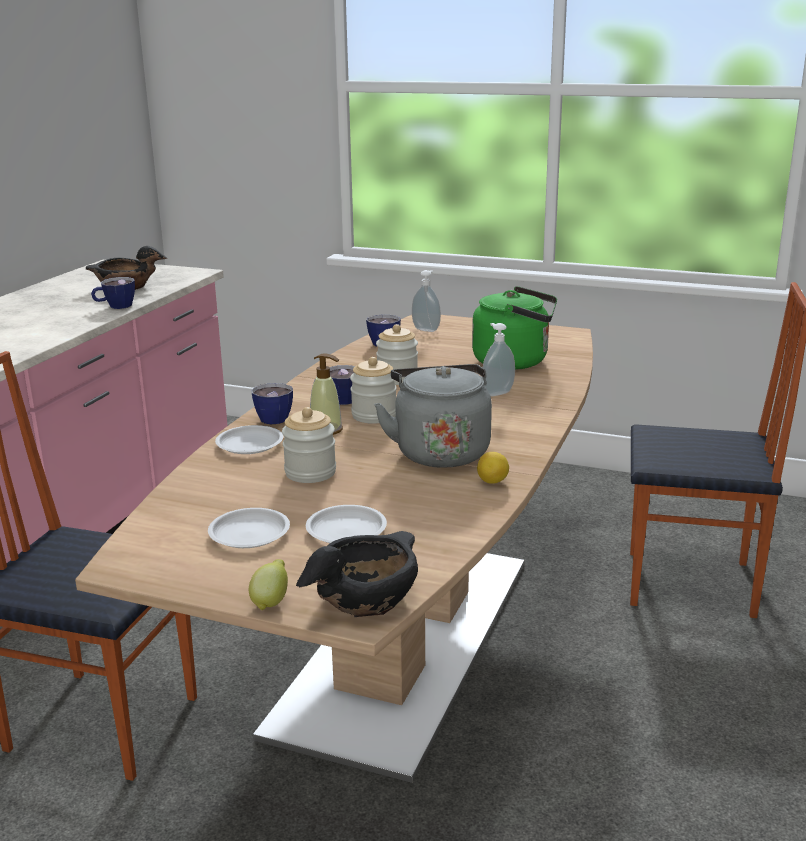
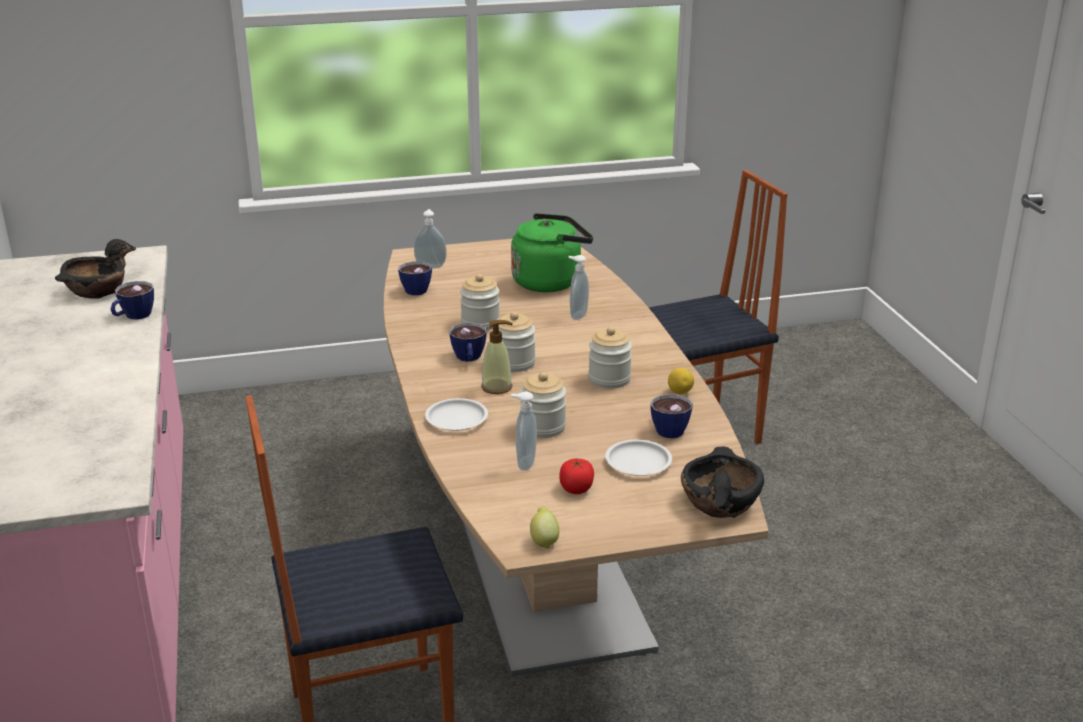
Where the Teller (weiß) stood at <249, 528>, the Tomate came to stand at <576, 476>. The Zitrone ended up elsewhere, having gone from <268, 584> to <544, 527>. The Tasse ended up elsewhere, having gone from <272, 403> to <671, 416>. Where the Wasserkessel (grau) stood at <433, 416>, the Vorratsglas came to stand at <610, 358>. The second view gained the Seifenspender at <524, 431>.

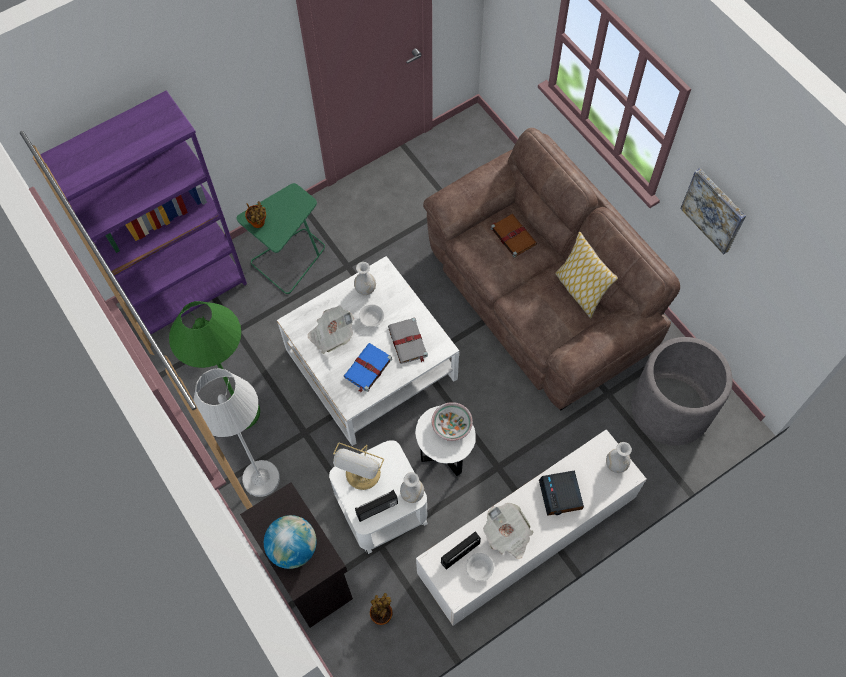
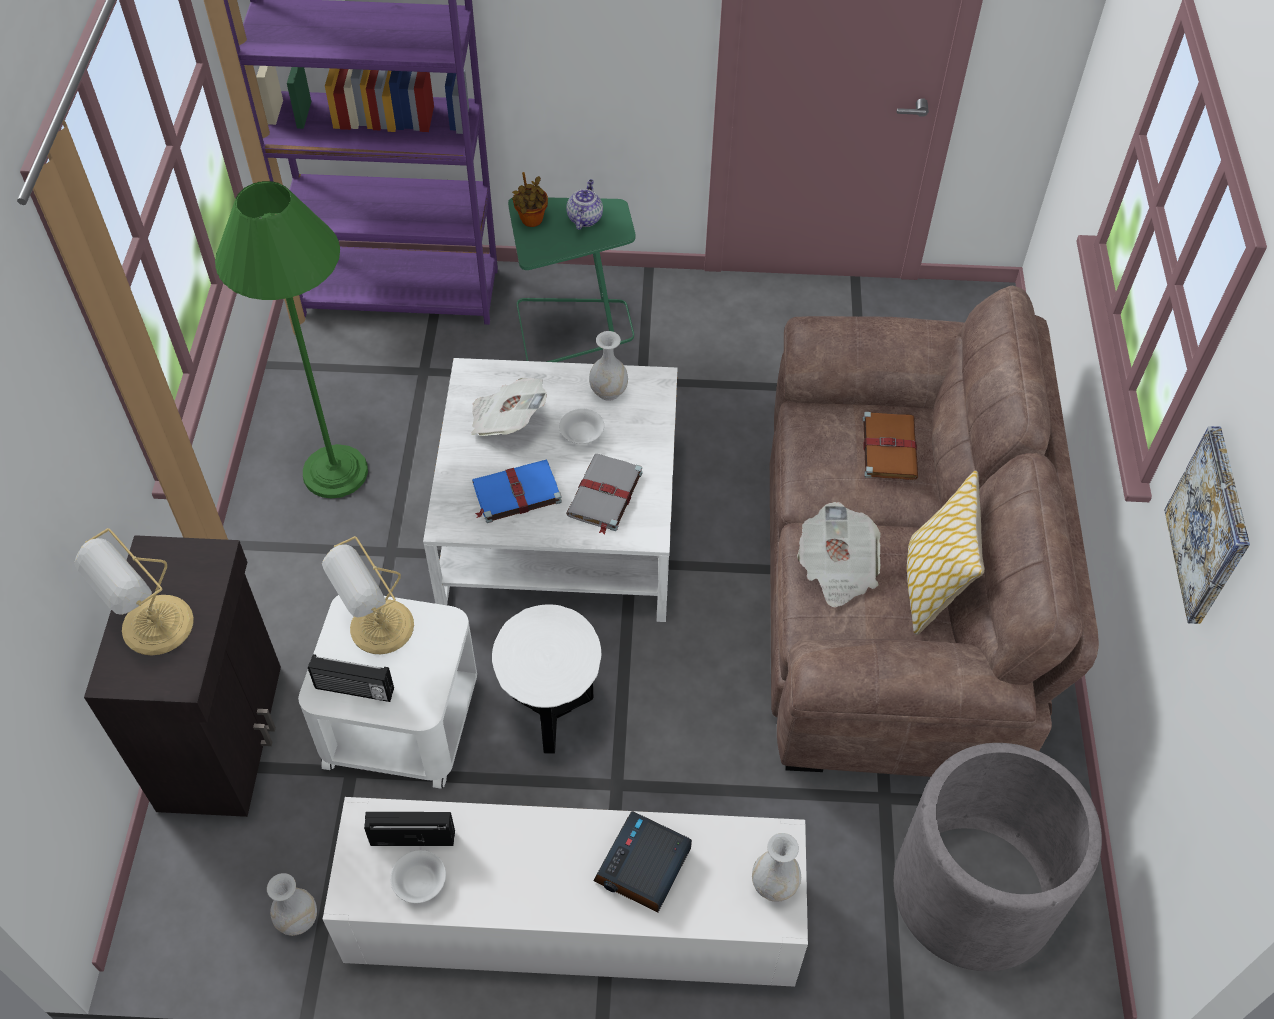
The second view lost the Stehlampe (weiß) at <236, 432>. Where the Globus stood at <290, 542>, the Tischlampe came to stand at <134, 591>. The second view lost the Topfpflanze at <381, 609>. The Vase (weiß) ended up elsewhere, having gone from <412, 487> to <292, 904>. The second view lost the Schüssel at <452, 421>. The Zeitung ended up elsewhere, having gone from <508, 531> to <839, 555>. The second view gained the Teekanne at <584, 204>.

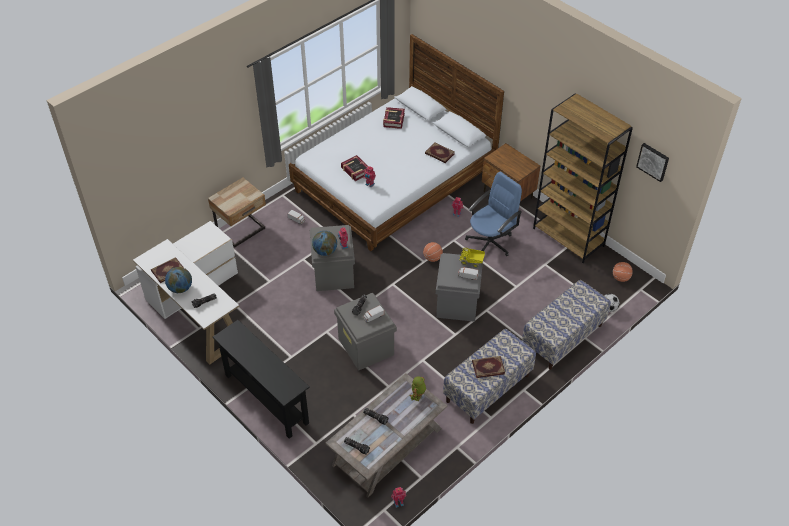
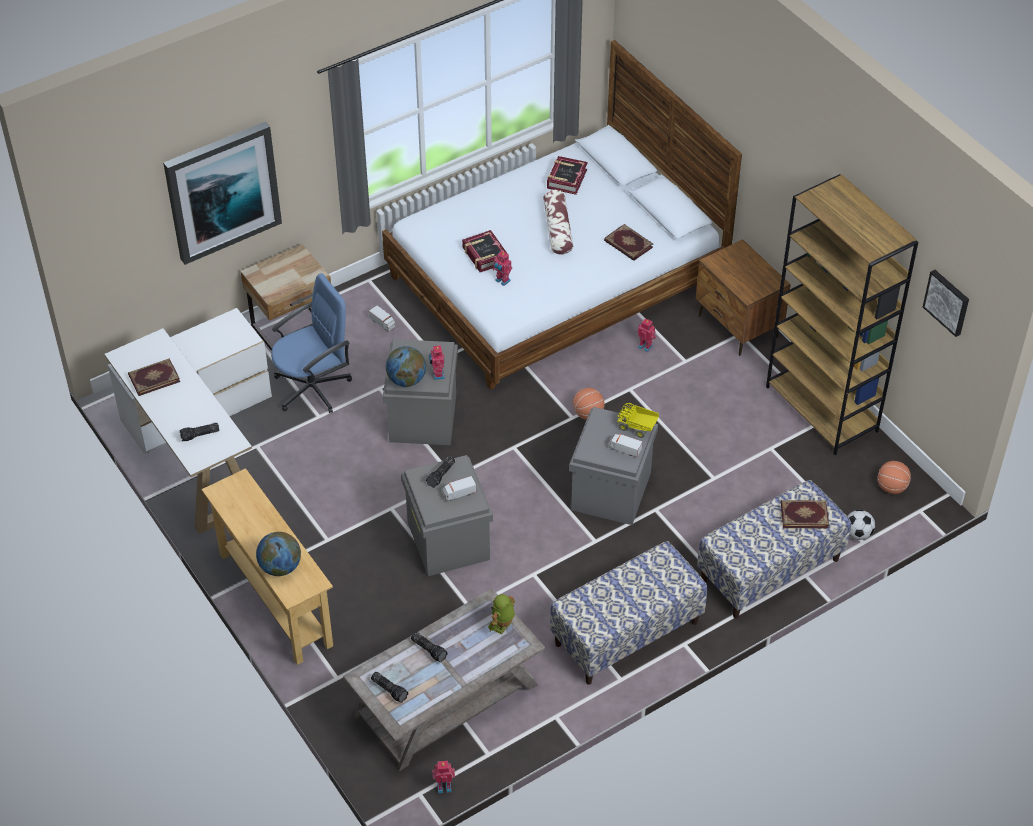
The Globus ended up elsewhere, having gone from <178, 280> to <278, 554>. What was the Konsolentisch (schwarz) at <261, 379> turned into the Konsolentisch (beige) at <267, 566>. The Bürostuhl (blau) ended up elsewhere, having gone from <493, 214> to <311, 343>. The Buch ended up elsewhere, having gone from <488, 367> to <805, 514>. The second view gained the Bild at <222, 193>. The second view gained the Kissen at <558, 222>.

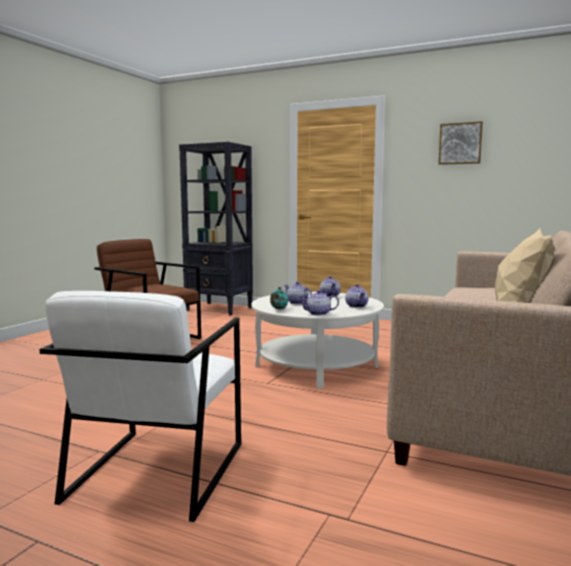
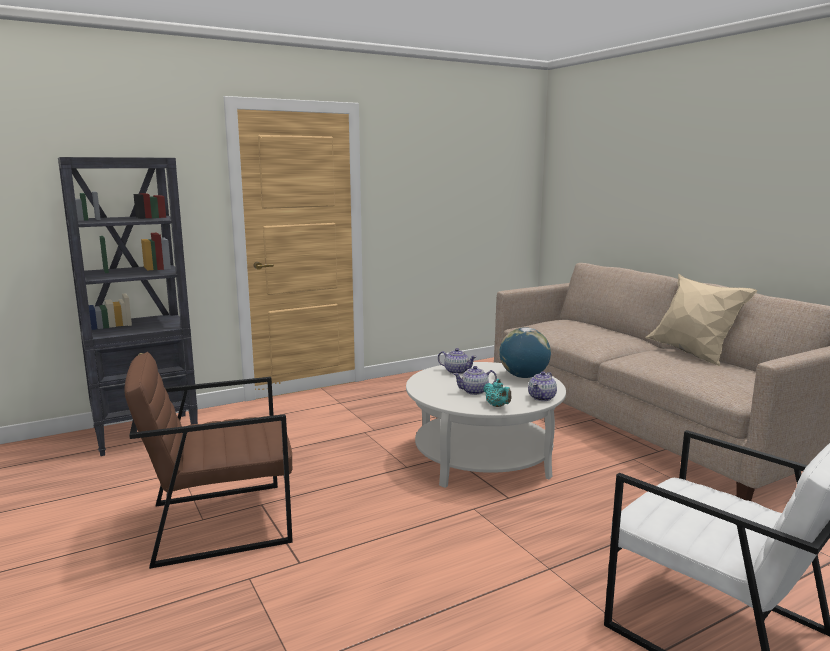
Where the Teekanne stood at <357, 296>, the Globus came to stand at <525, 352>. The second view lost the Bild at <461, 143>.

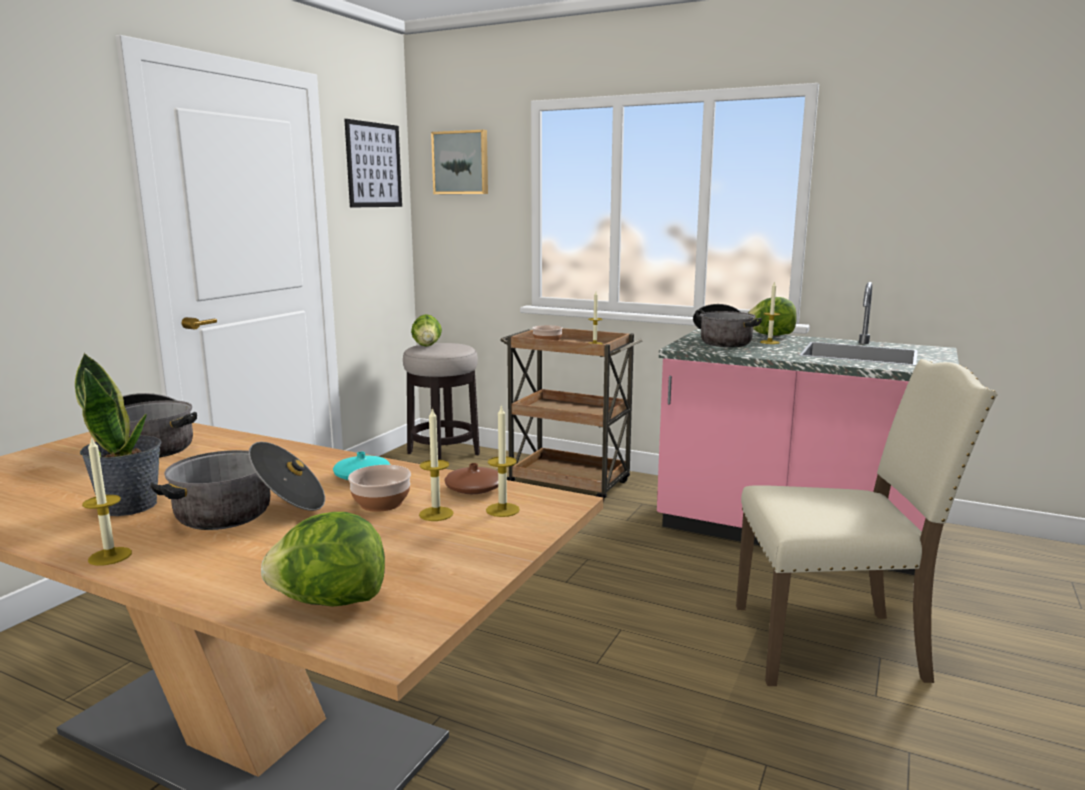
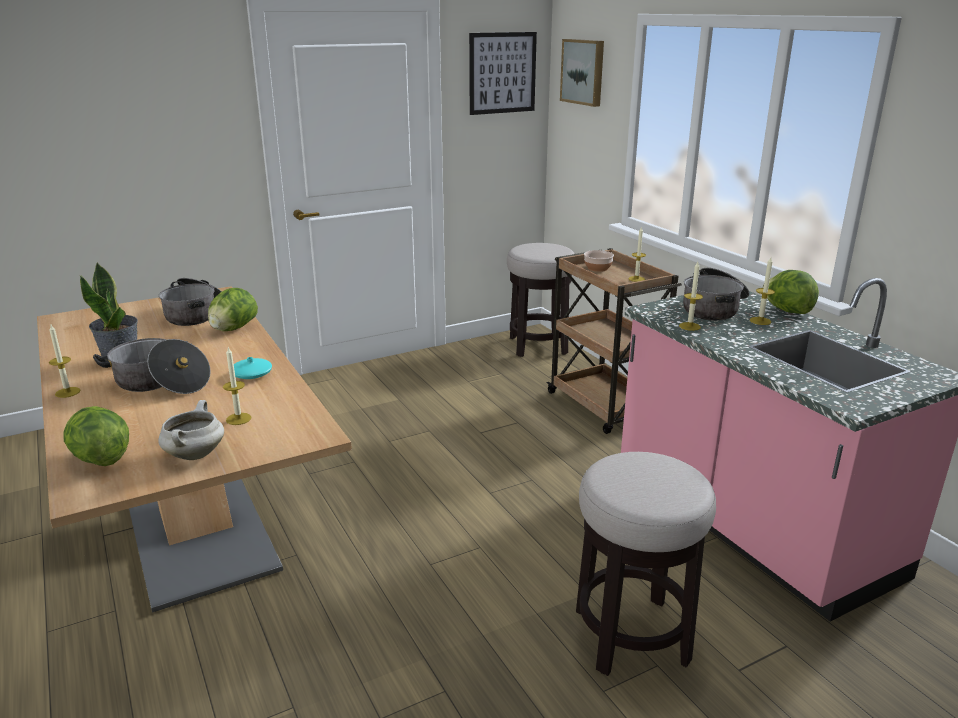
The second view lost the Schüssel at <379, 488>. The Salatkopf ended up elsewhere, having gone from <426, 330> to <233, 309>. The second view lost the Vase (braun) at <471, 478>. The Kerze ended up elsewhere, having gone from <503, 460> to <691, 296>. Where the Stuhl (beige) stood at <867, 522>, the Hocker came to stand at <646, 564>. The second view gained the Kochtopf (weiß) at <191, 430>.

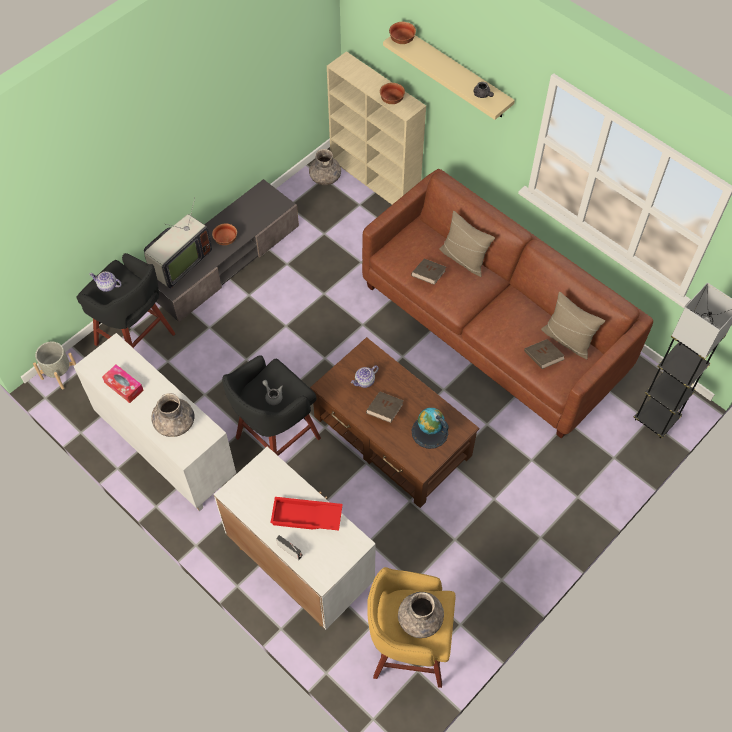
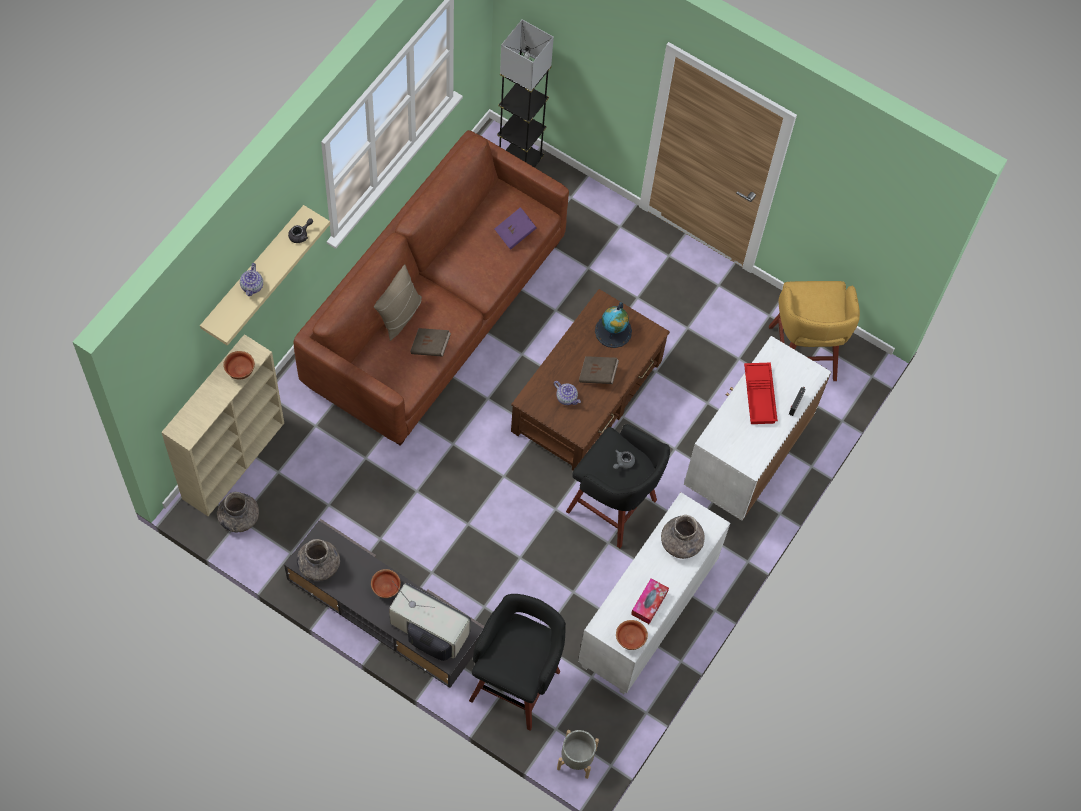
The Teekanne ended up elsewhere, having gone from <105, 282> to <251, 279>. The Schüssel ended up elsewhere, having gone from <402, 33> to <632, 635>. The Vase (grau) ended up elsewhere, having gone from <421, 615> to <318, 560>. What was the Buch (braun) at <544, 354> turned into the Buch (lila) at <516, 228>. The second view lost the Kissen (beige) at <573, 325>.

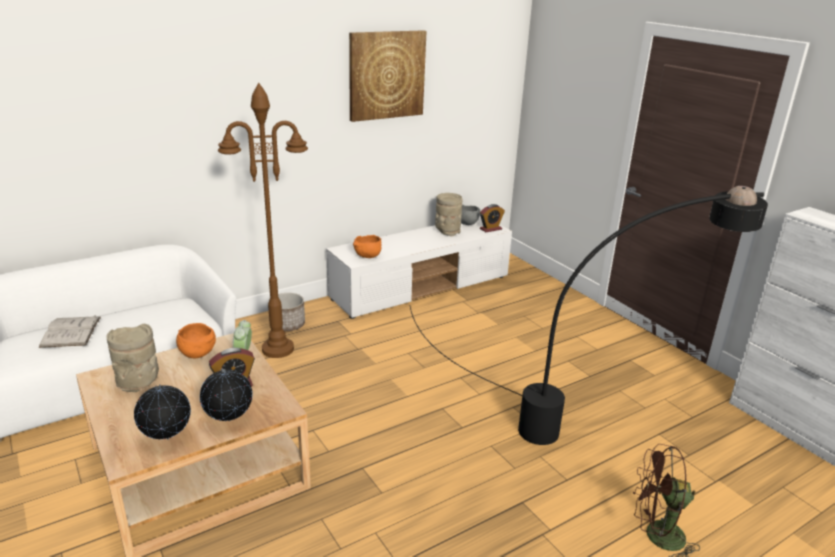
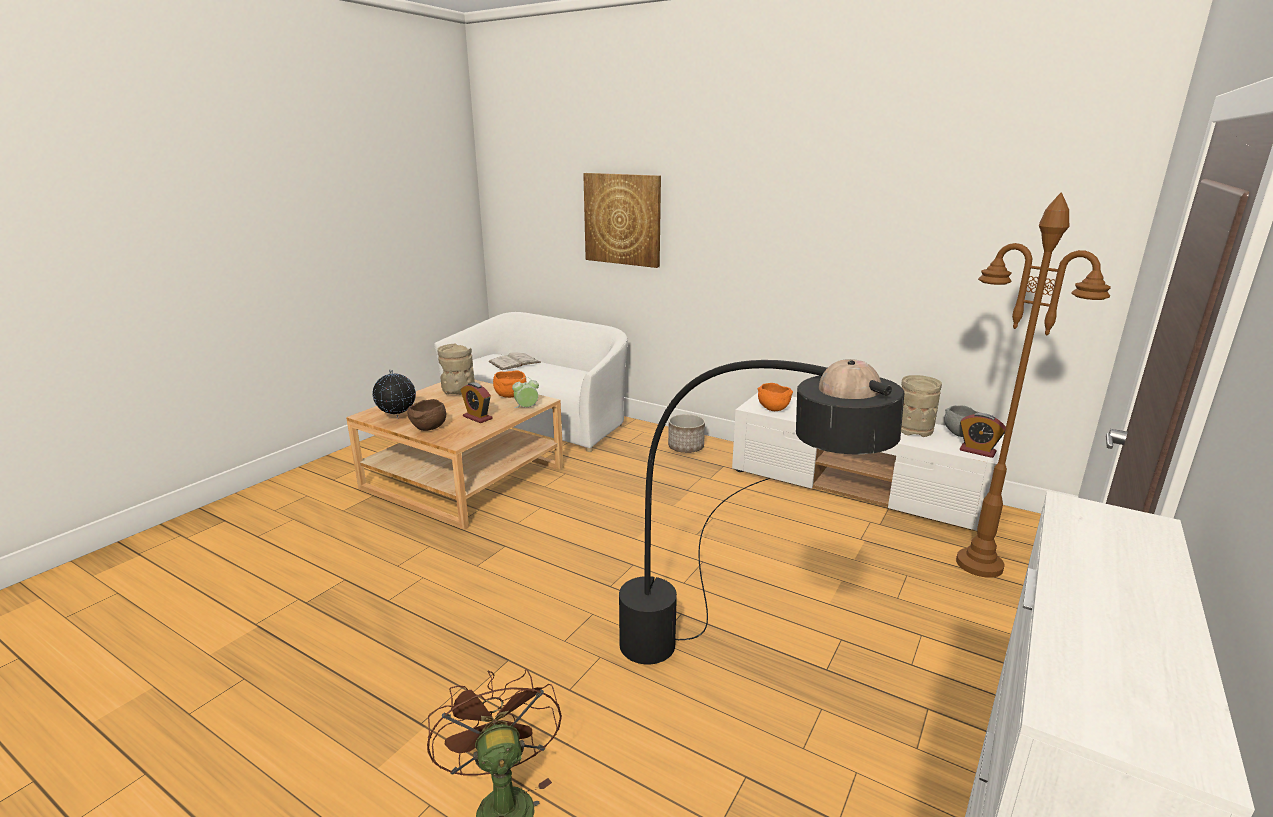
Where the Globus stood at <226, 394>, the Schüssel (braun) came to stand at <426, 415>. The Stehlampe (braun) ended up elsewhere, having gone from <263, 220> to <1033, 385>. The Bild ended up elsewhere, having gone from <388, 76> to <622, 220>.

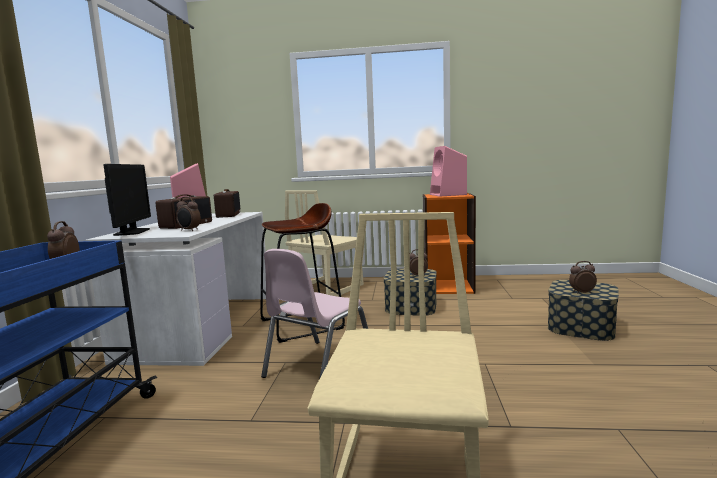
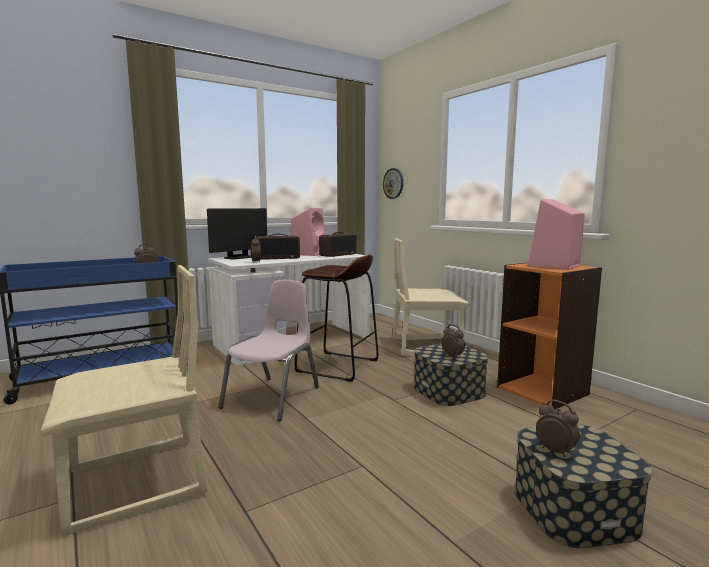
The Stuhl (rosa) at <314, 314> ended up facing another way, 120 degrees clockwise from before. The second view gained the Wanduhr at <393, 183>.

